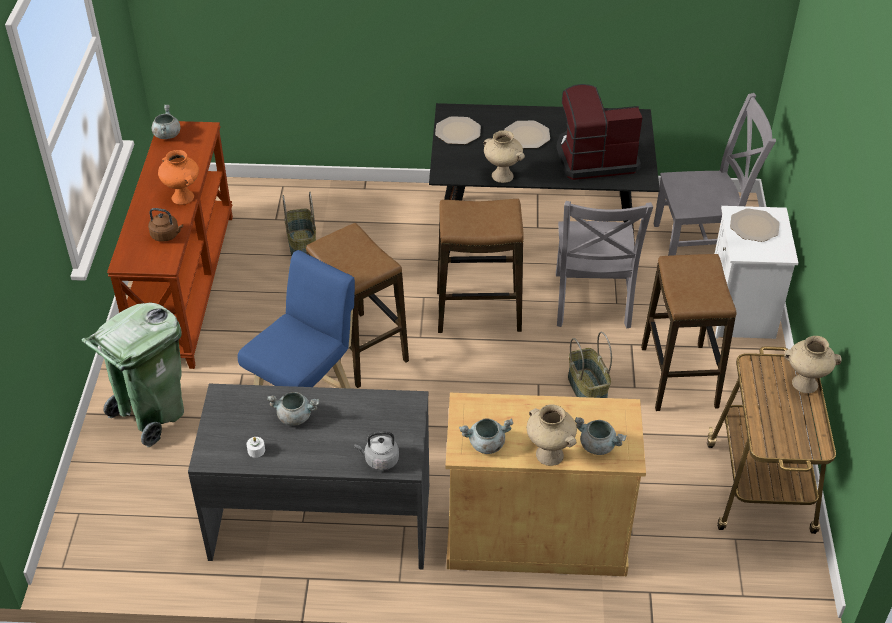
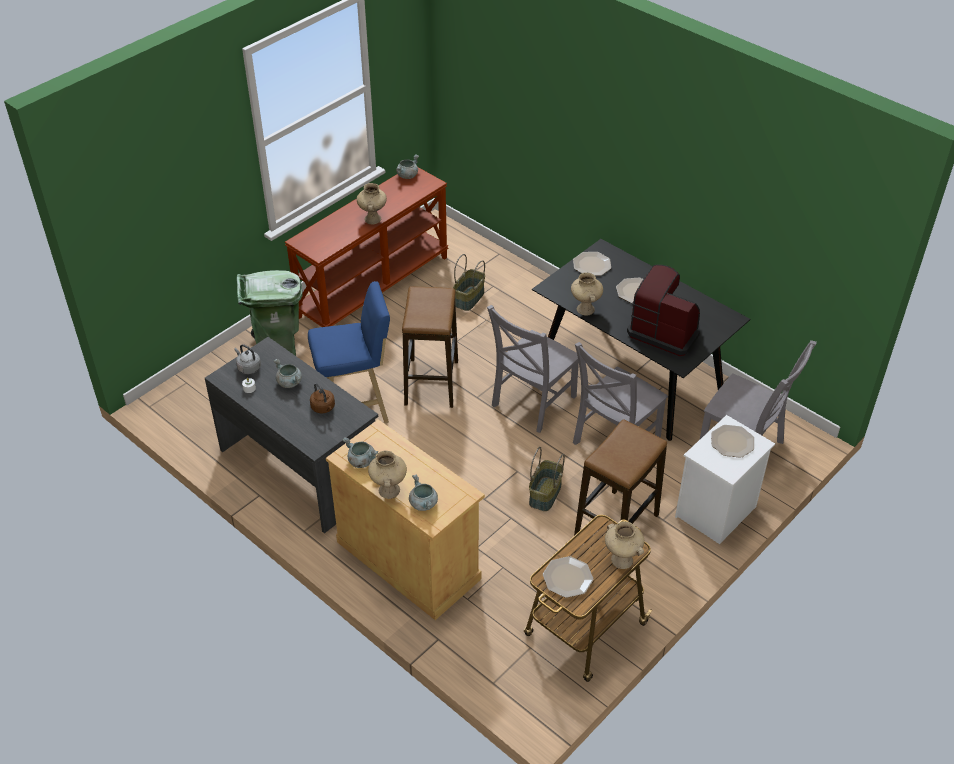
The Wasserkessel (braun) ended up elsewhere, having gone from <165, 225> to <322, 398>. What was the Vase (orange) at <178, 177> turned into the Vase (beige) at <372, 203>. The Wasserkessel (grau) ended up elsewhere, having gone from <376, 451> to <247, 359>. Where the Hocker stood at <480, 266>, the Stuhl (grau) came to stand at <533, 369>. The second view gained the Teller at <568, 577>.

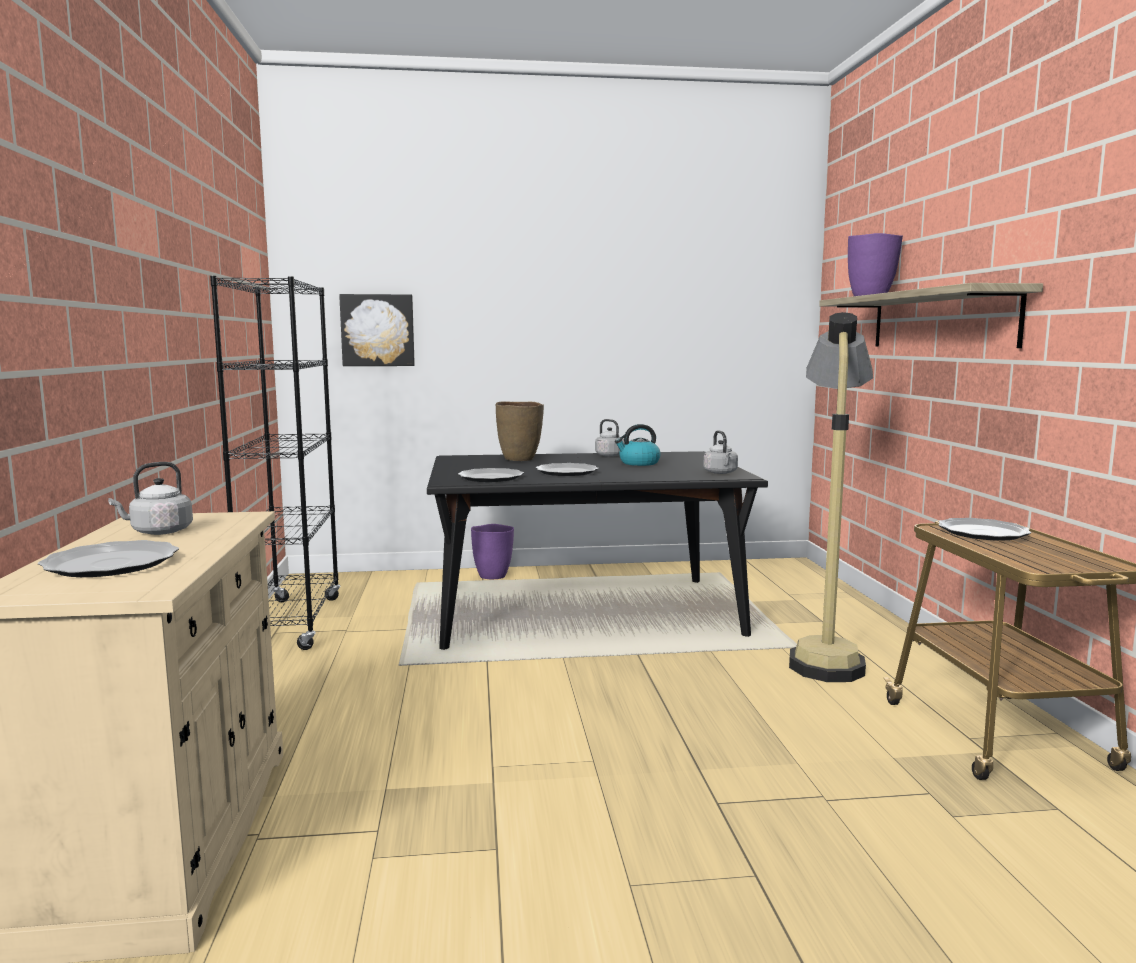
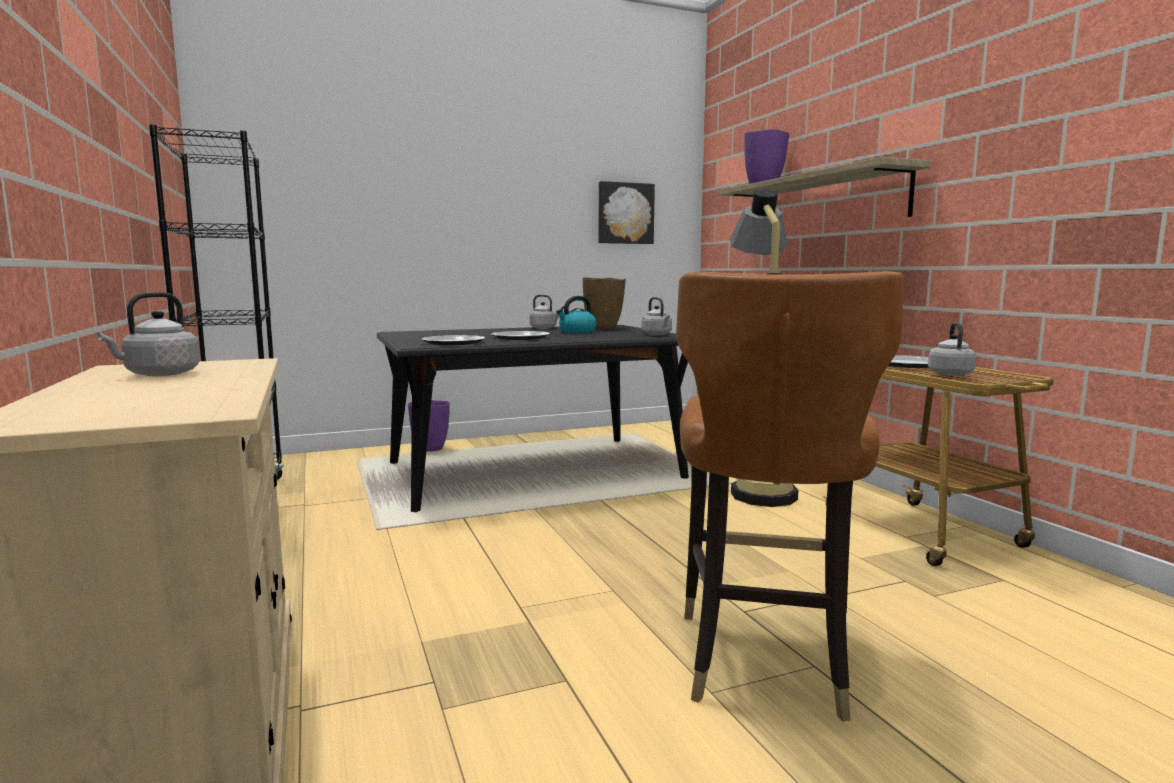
The second view lost the Teller at <108, 558>. The Bild ended up elsewhere, having gone from <377, 330> to <627, 212>. The Vase (braun) ended up elsewhere, having gone from <520, 431> to <604, 303>. The second view gained the Stuhl (braun) at <790, 496>. The second view gained the Wasserkessel (grau) at <952, 349>.

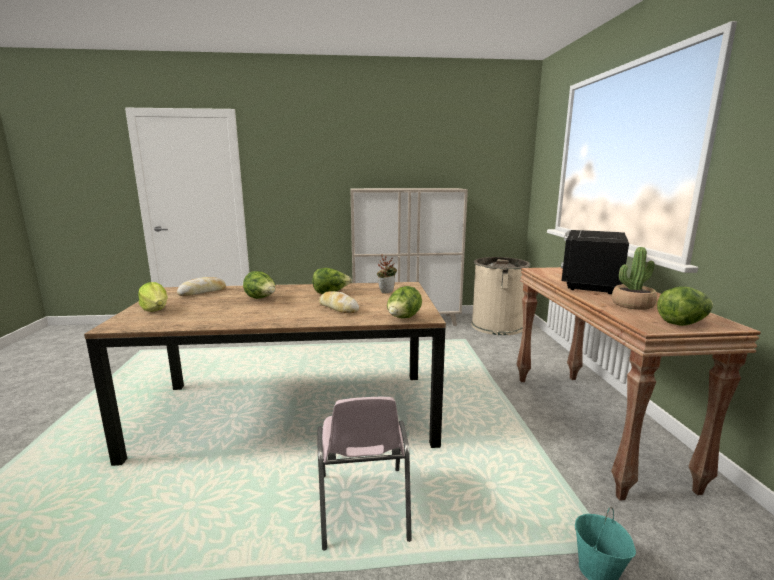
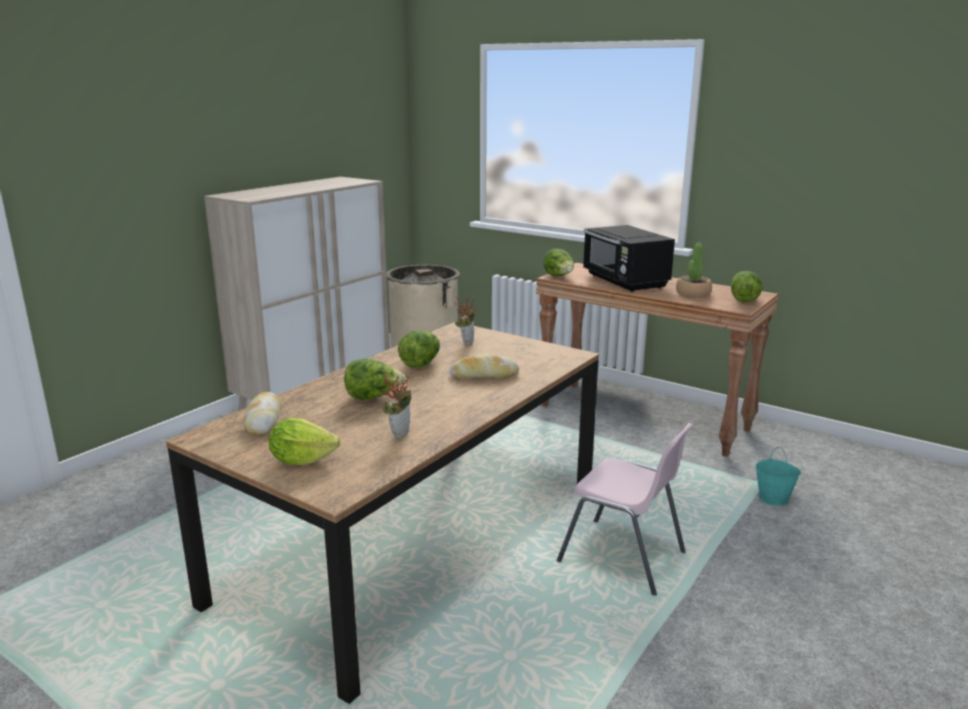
The Salatkopf ended up elsewhere, having gone from <404, 302> to <558, 263>. The second view gained the Topfpflanze at <397, 405>.

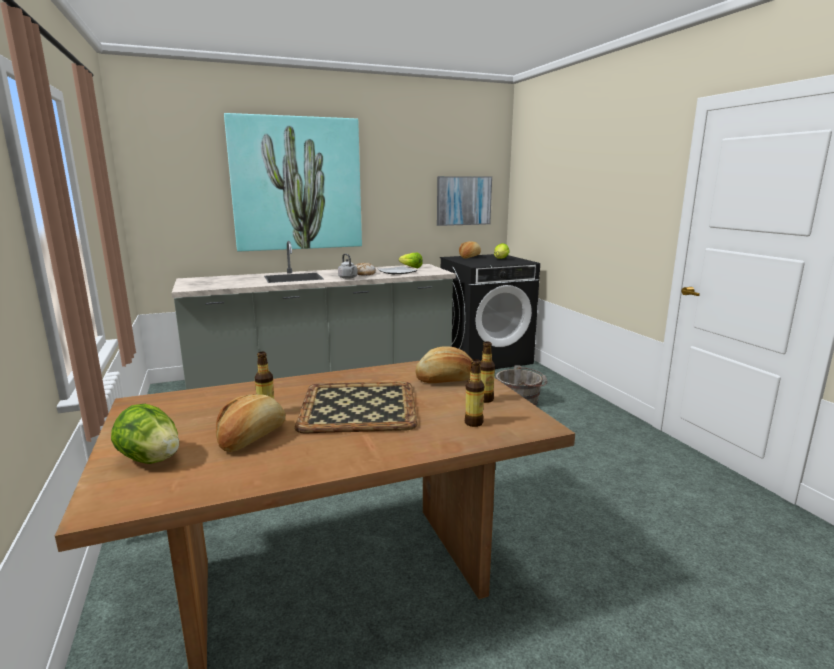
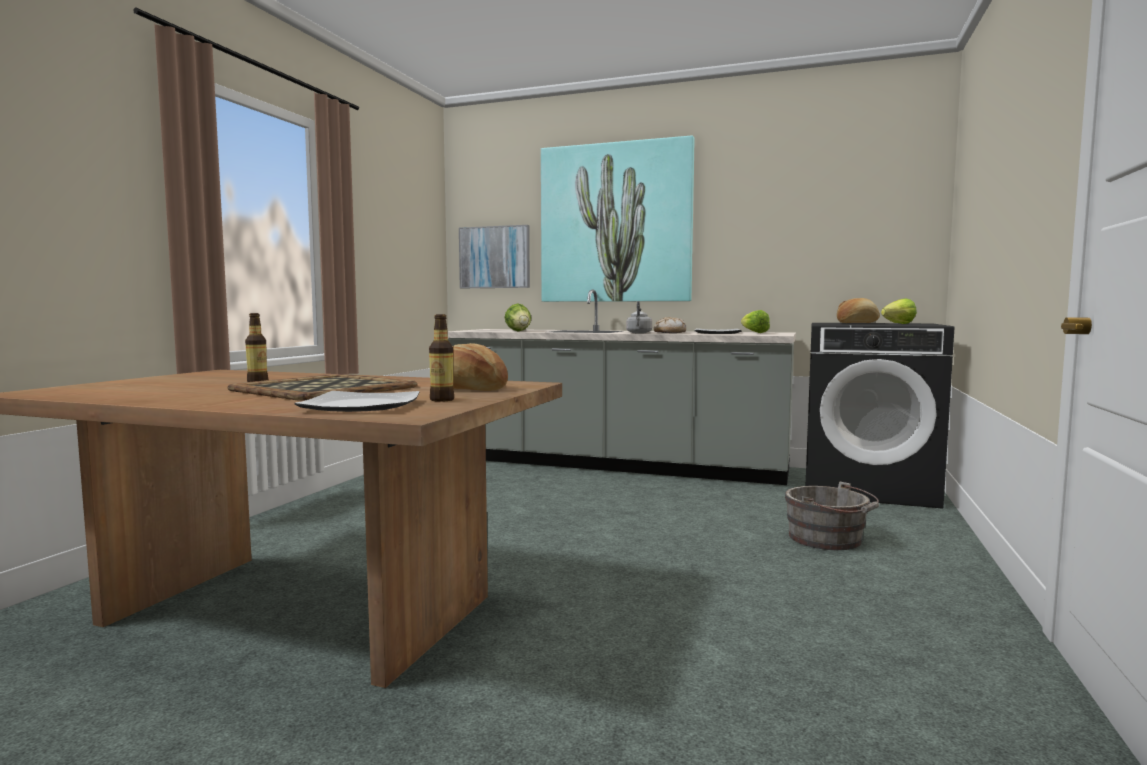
The Salatkopf ended up elsewhere, having gone from <145, 434> to <517, 318>. The second view lost the Brot at <251, 423>. The Bild ended up elsewhere, having gone from <464, 201> to <494, 256>. Where the Flasche stood at <474, 393>, the Teller came to stand at <357, 401>.

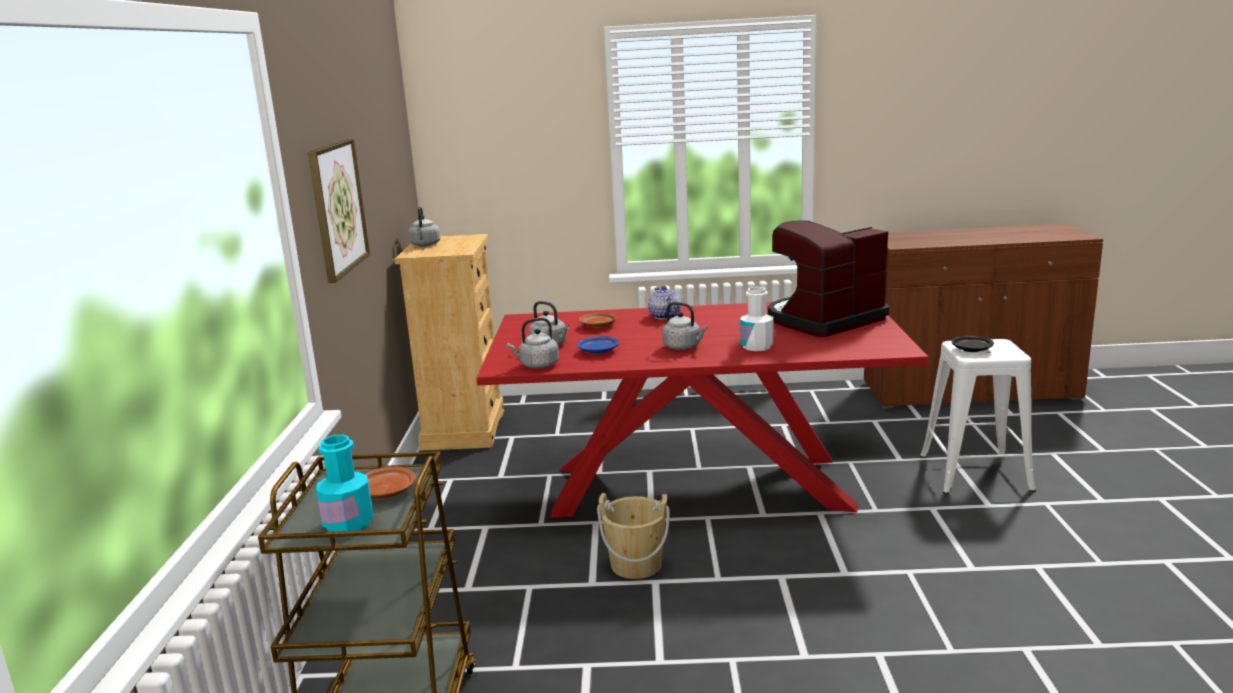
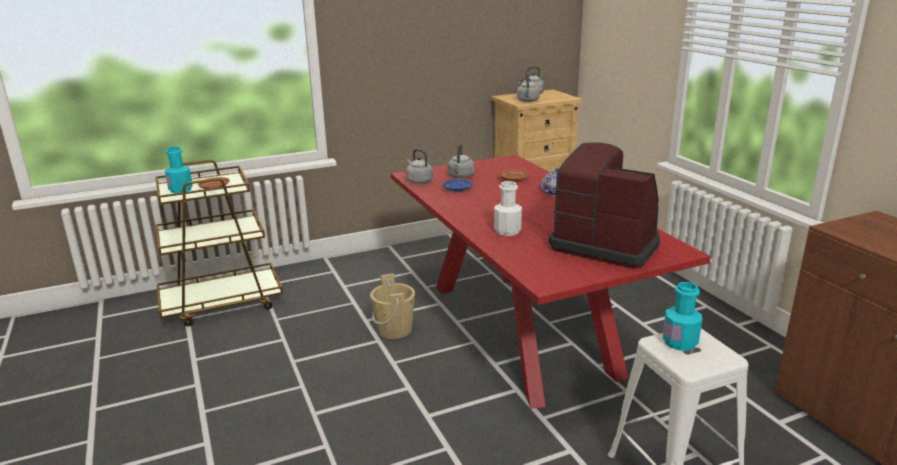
The second view lost the Bild at <339, 211>. The Wasserkessel (grau) ended up elsewhere, having gone from <685, 326> to <528, 87>. Where the Teller (schwarz) stood at <973, 344>, the Flasche (türkis) came to stand at <682, 316>.

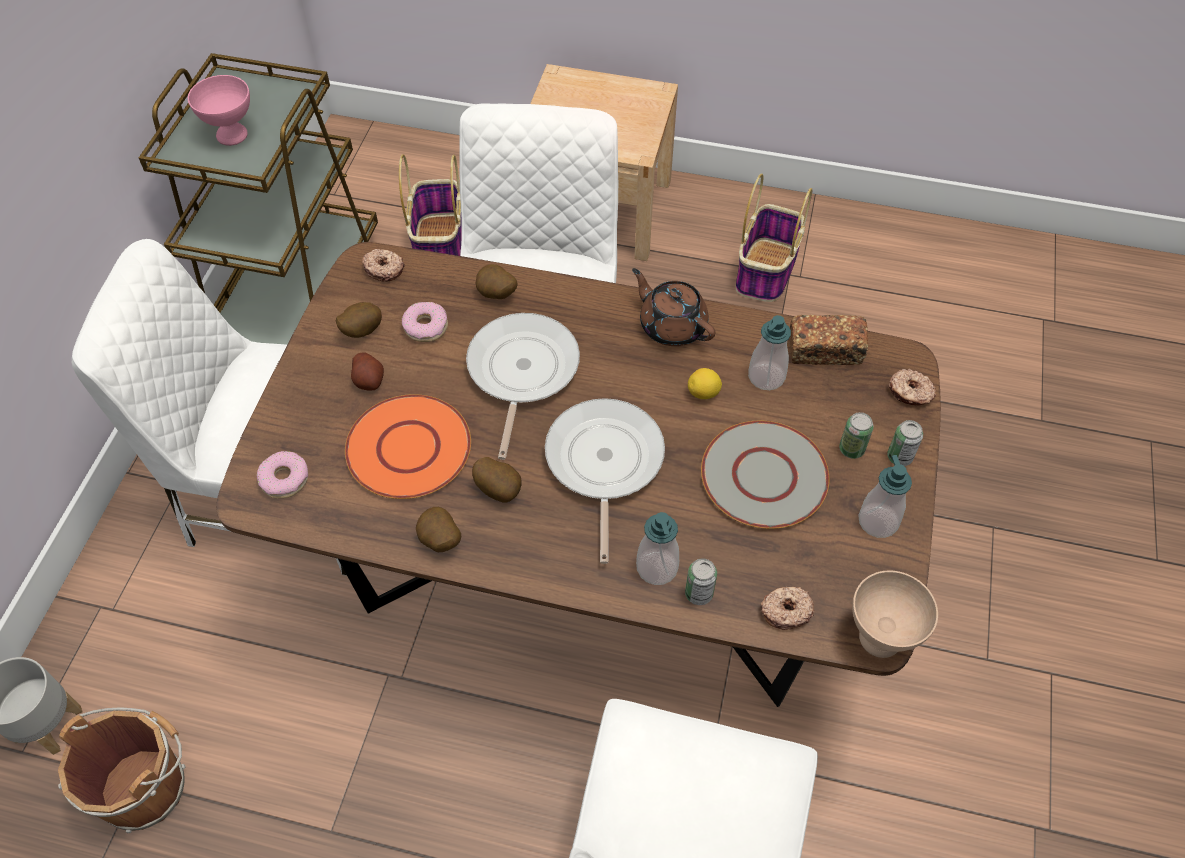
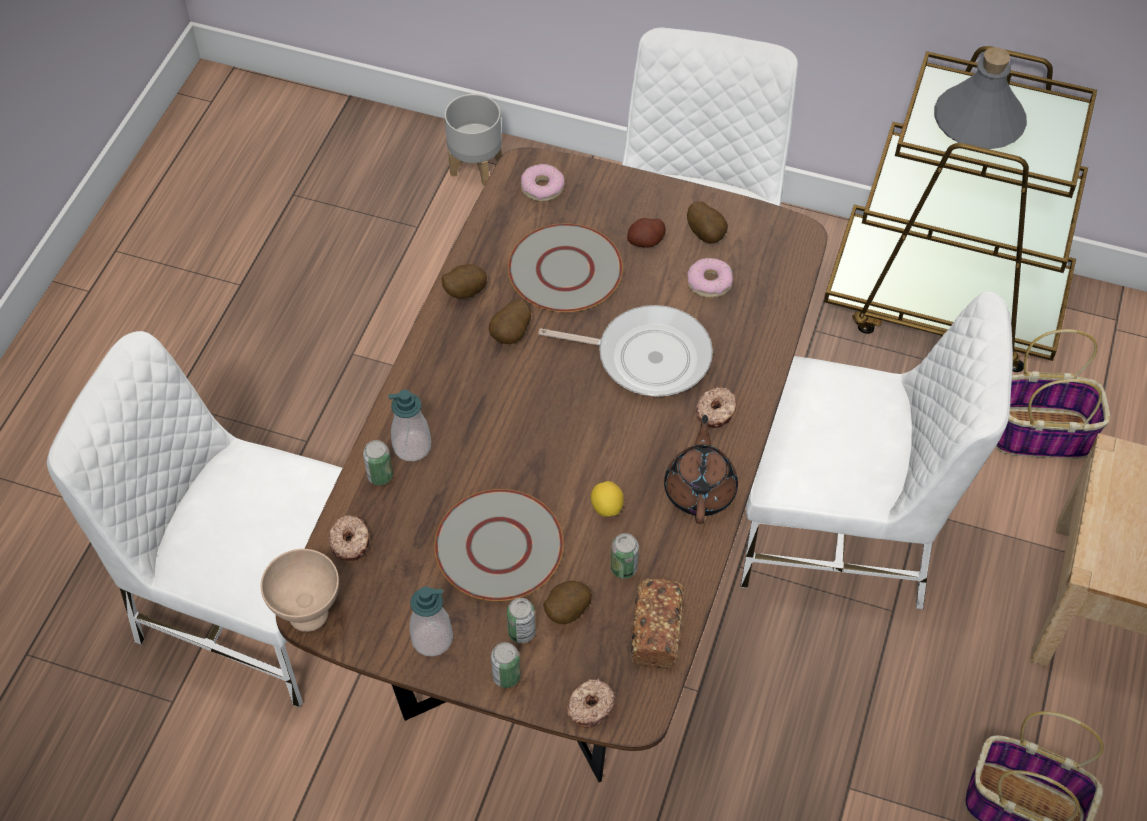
The second view lost the Eimer (braun) at <121, 770>. Where the Schüssel (rosa) stood at <219, 110>, the Flasche (grau) came to stand at <980, 98>. What was the Teller (orange) at <408, 446> turned into the Teller (grau) at <565, 267>. The Donut ended up elsewhere, having gone from <383, 265> to <716, 407>. The Kartoffel ended up elsewhere, having gone from <497, 281> to <567, 602>. The second view lost the Pfanne at <605, 481>. The Teekanne (braun) at <673, 307> ended up facing another way, 45 degrees counterclockwise from before. Where the Seifenspender stood at <769, 352>, the Dose came to stand at <625, 556>.

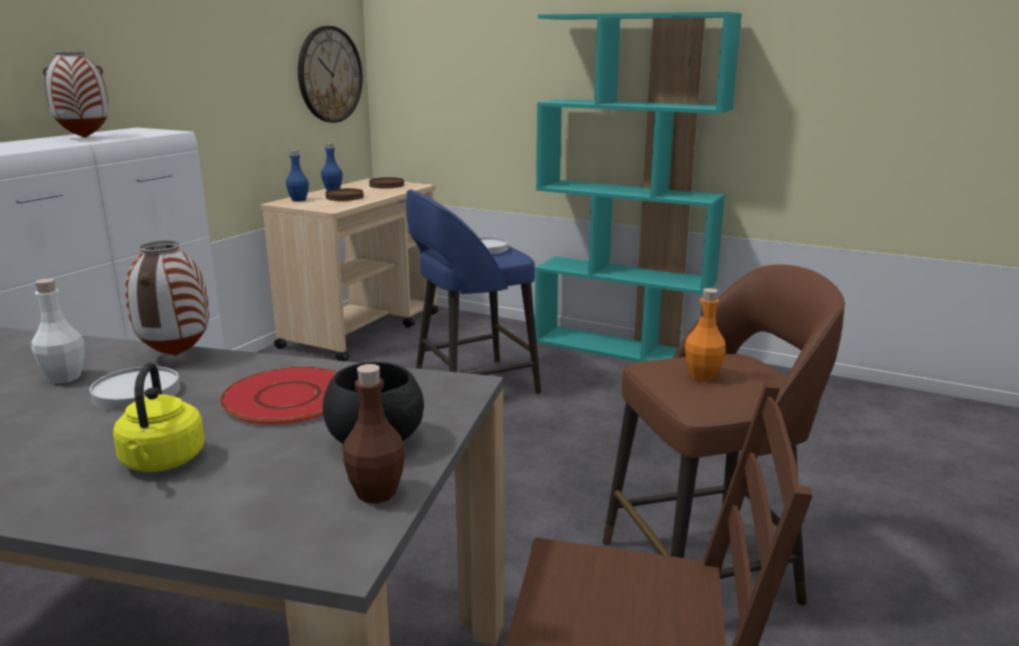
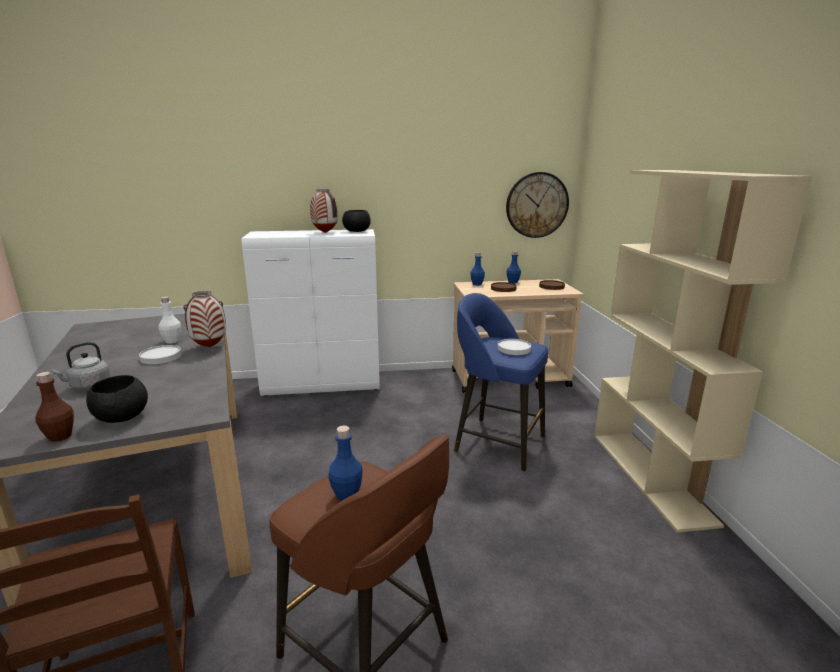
What was the Wasserkessel (gelb) at <159, 417> turned into the Wasserkessel (grau) at <81, 366>. The second view lost the Teller (rot) at <278, 396>. What was the Bücherregal (türkis) at <638, 187> turned into the Bücherregal (beige) at <703, 351>. What was the Flasche (orange) at <705, 334> turned into the Flasche (blau) at <345, 463>. The second view gained the Schüssel (schwarz) at <356, 221>.

